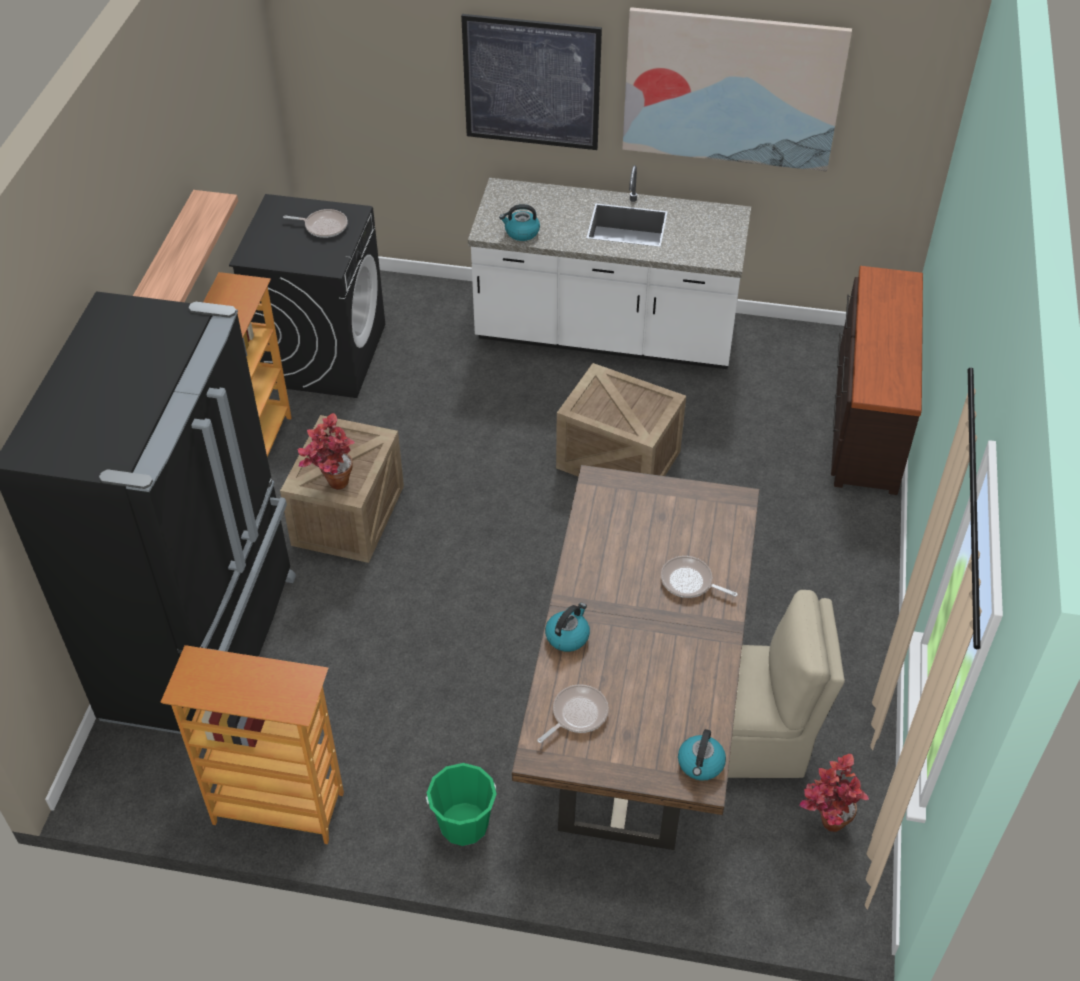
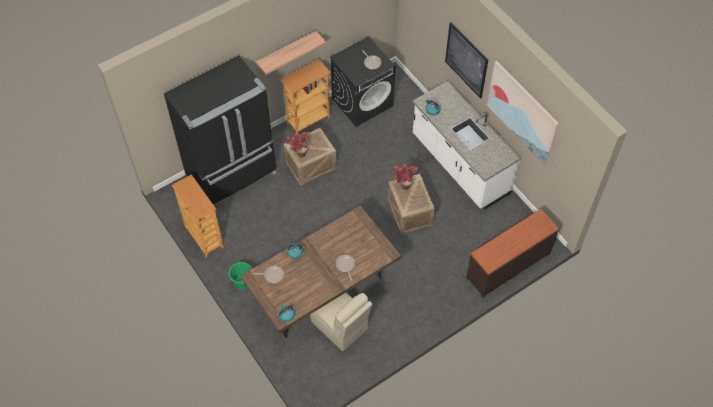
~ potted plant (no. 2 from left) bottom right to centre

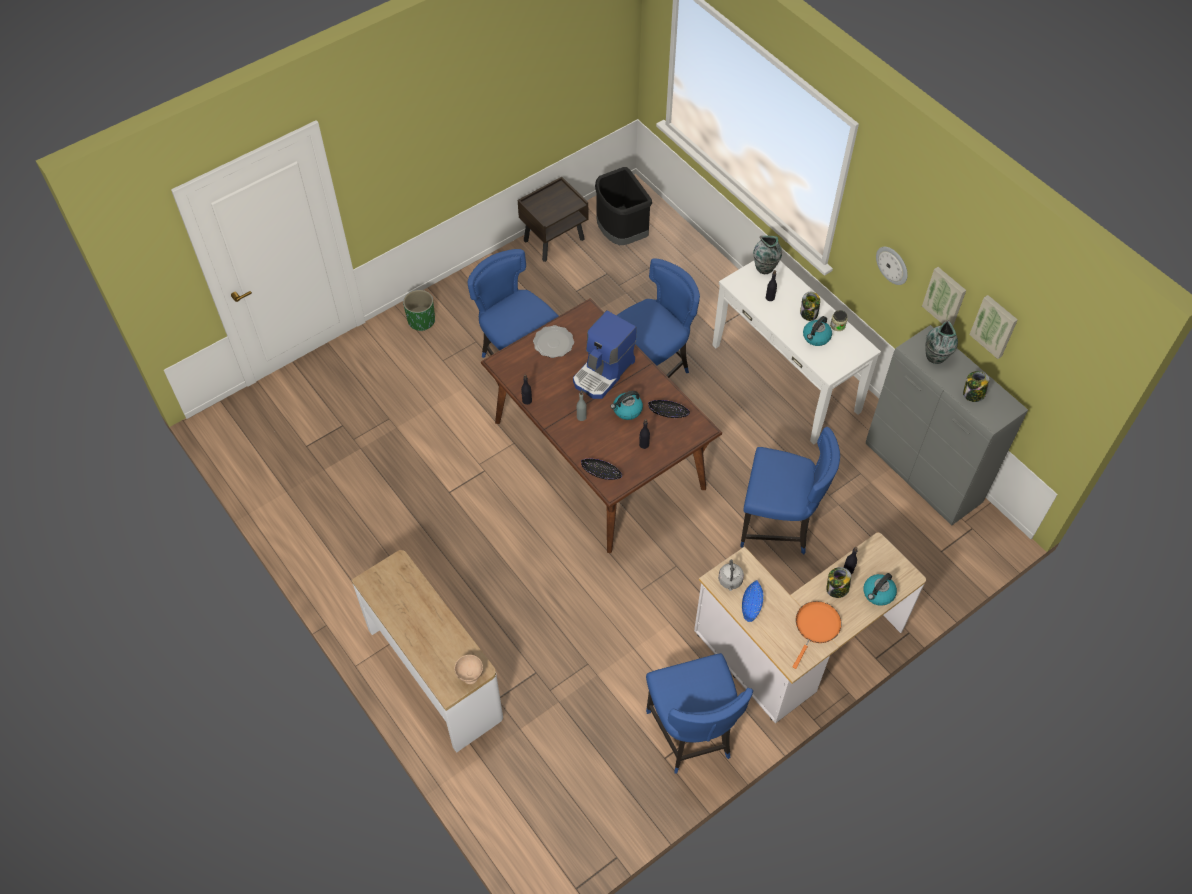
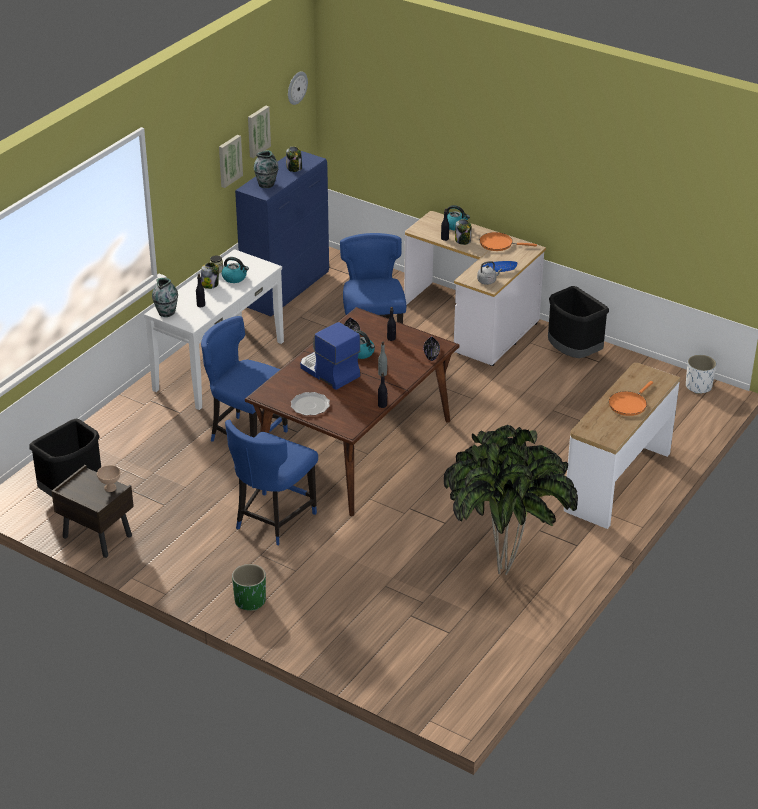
~ serving bowl (beige) bottom centre to middle left
~ coffee maker centre = centre 150 degrees counterclockwise
~ plain chair (blue) (no. 3 from left) bottom centre to trash can (blackish) (no. 2 from left) middle right
~ cabinet (grey) middle right to cabinet (blue) top centre
~ wall clock top right to top centre
+ potted plant middle right
+ frying pan (orange) (no. 2 from left) middle right
+ planter (whitish) middle right

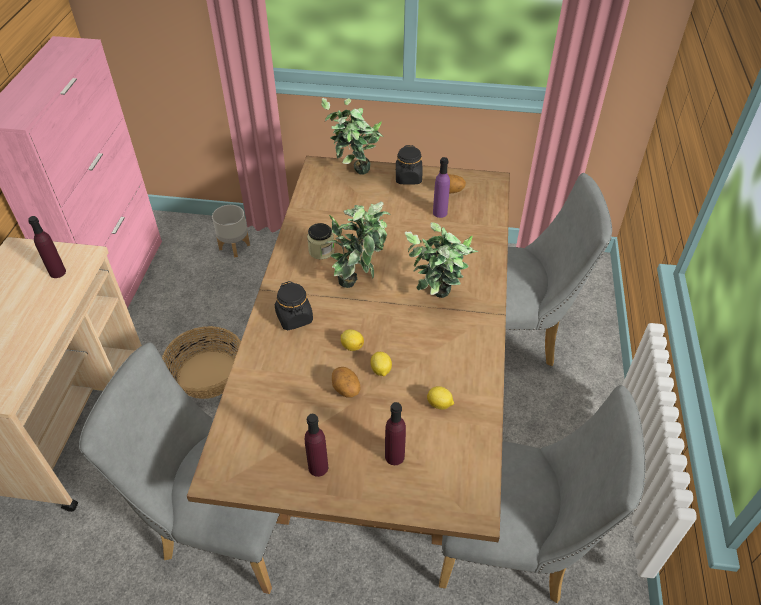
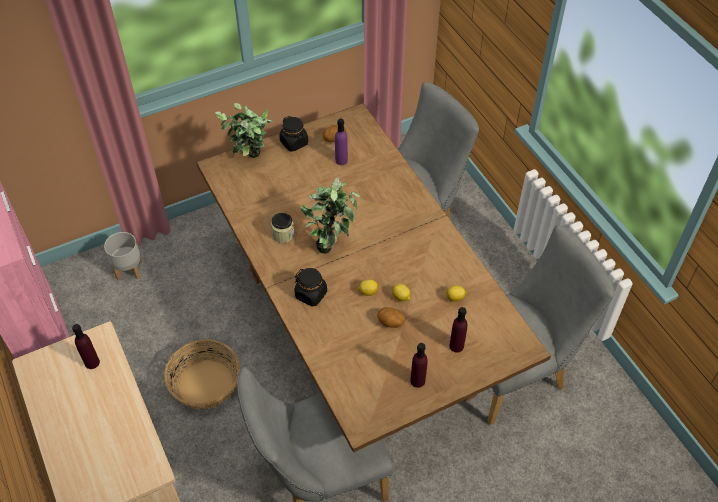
- potted plant (no. 3 from left) centre

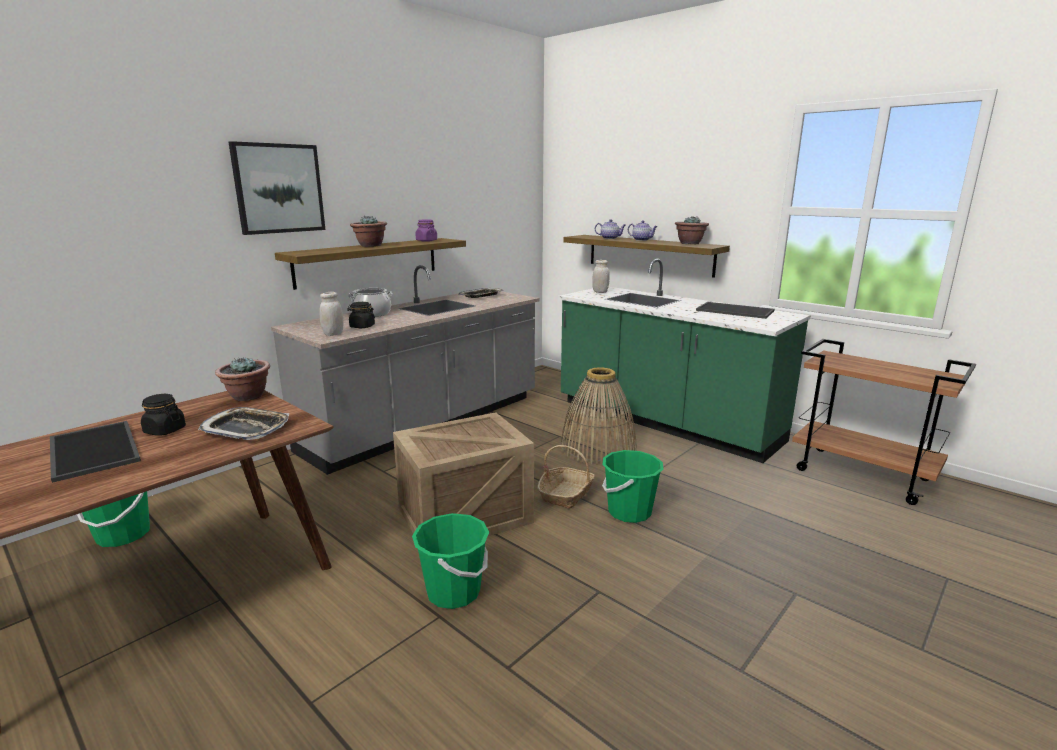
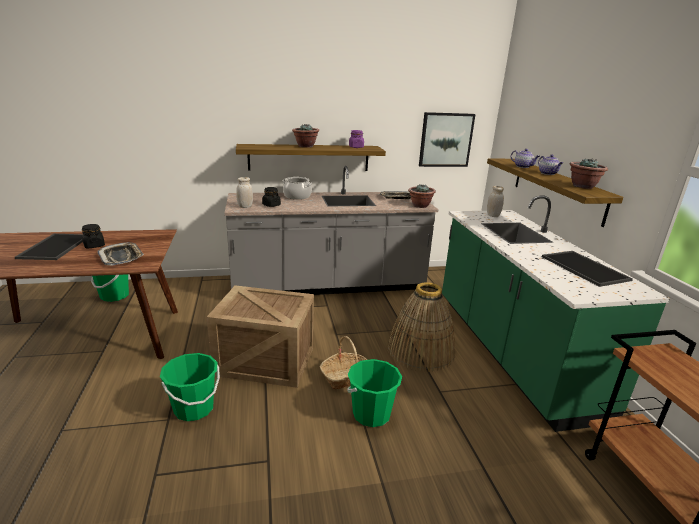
~ potted plant (no. 1 from left in the first image) middle left to potted plant (no. 2 from left) centre
~ wall art top left to top centre

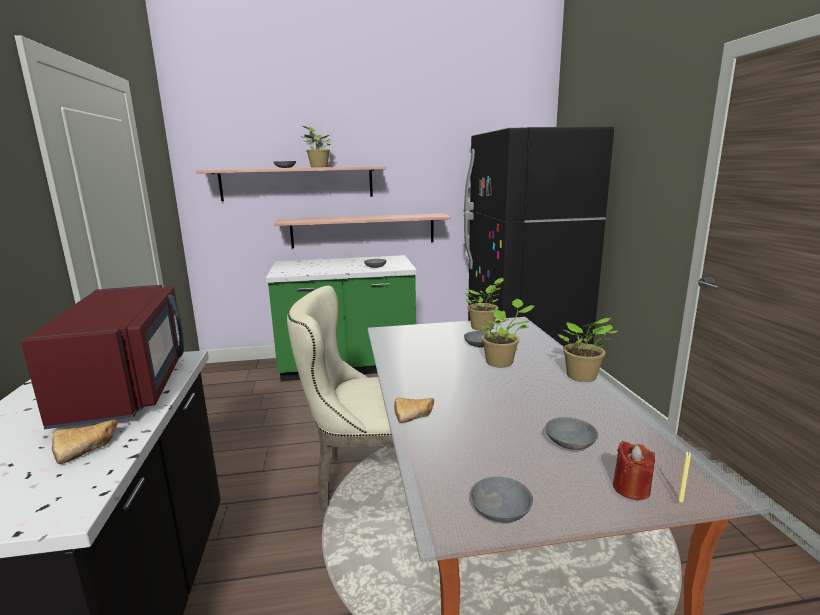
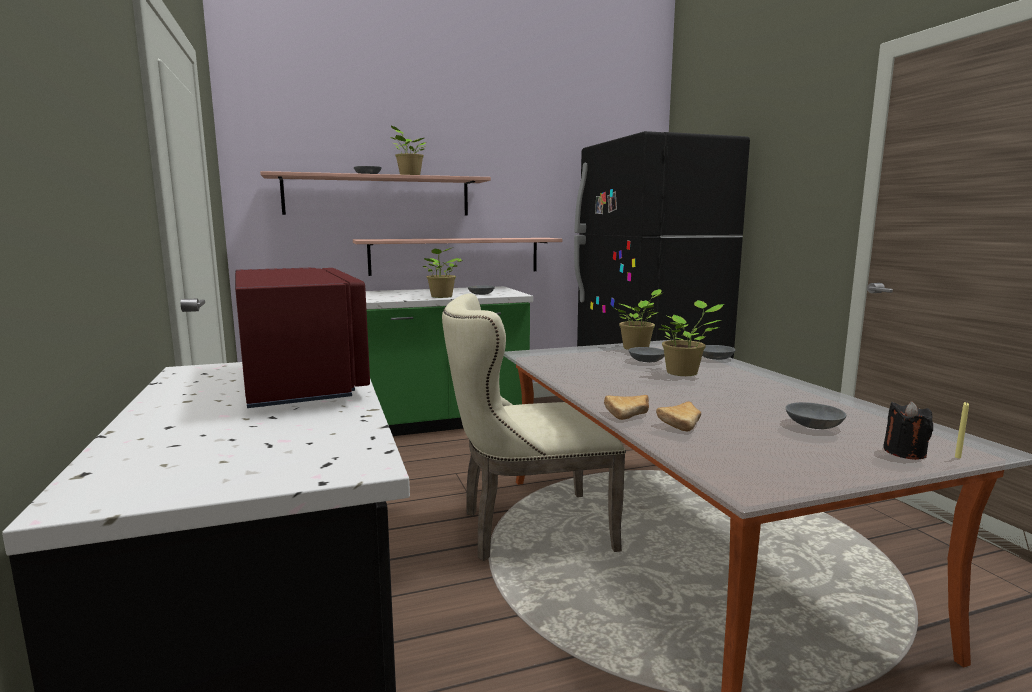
~ baked bread (no. 1 from left in the first image) bottom left to baked bread (no. 2 from left) centre
~ serving bowl (grey) (no. 4 from left) bottom centre to middle right
~ potted plant (no. 4 from left in the first image) middle right to potted plant (no. 2 from left) centre
~ wax candle (reddish) bottom right to wax candle (blackish) middle right

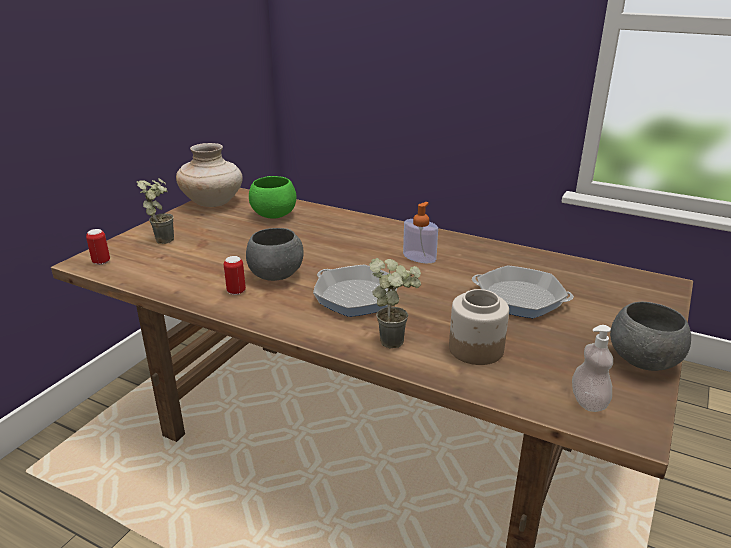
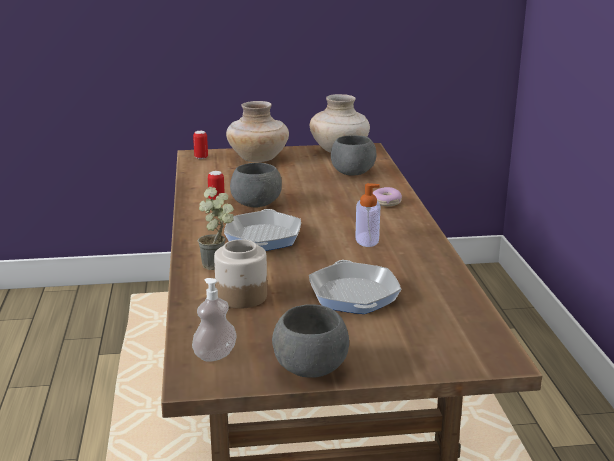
~ potted plant (no. 1 from left) middle left to vase (beige) (no. 1 from left) top centre
~ serving bowl (green-coloured) centre to serving bowl (grey) (no. 3 from left) centre
+ doughnut centre

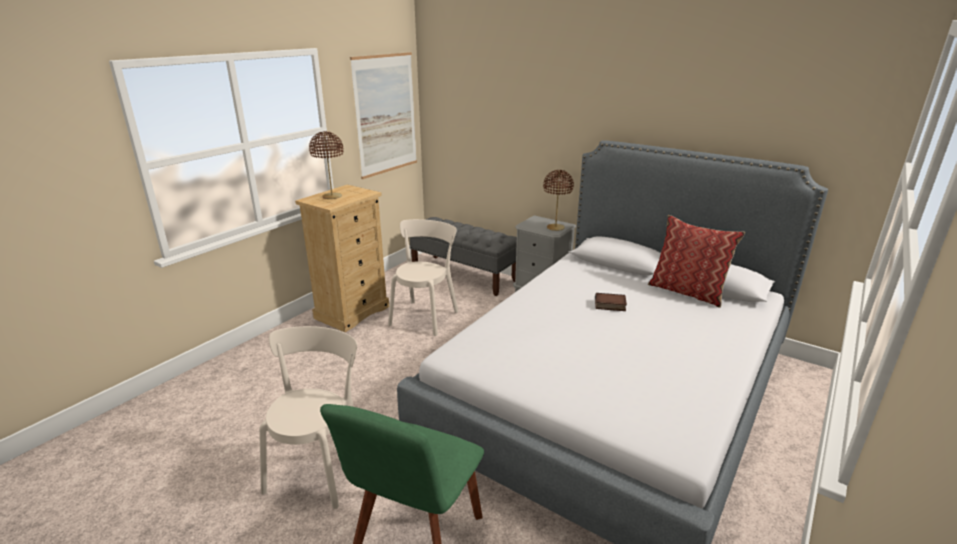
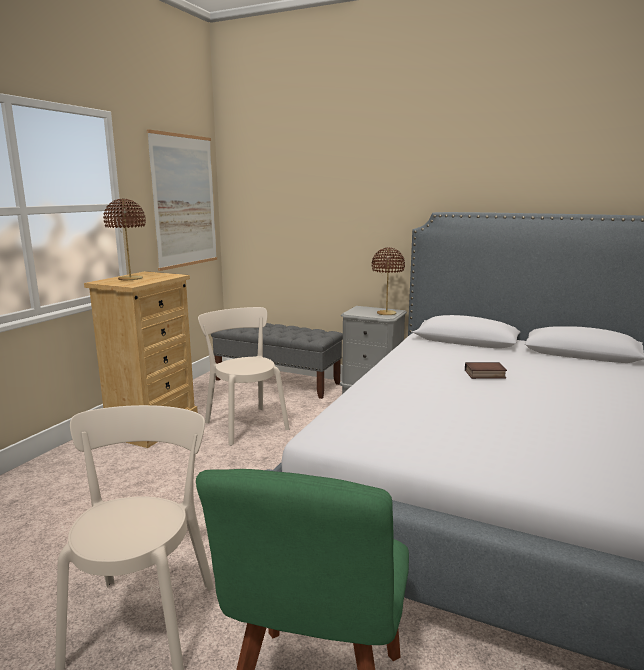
~ plain chair (beige) (no. 2 from left) centre = centre 45 degrees counterclockwise
- throw pillow middle right

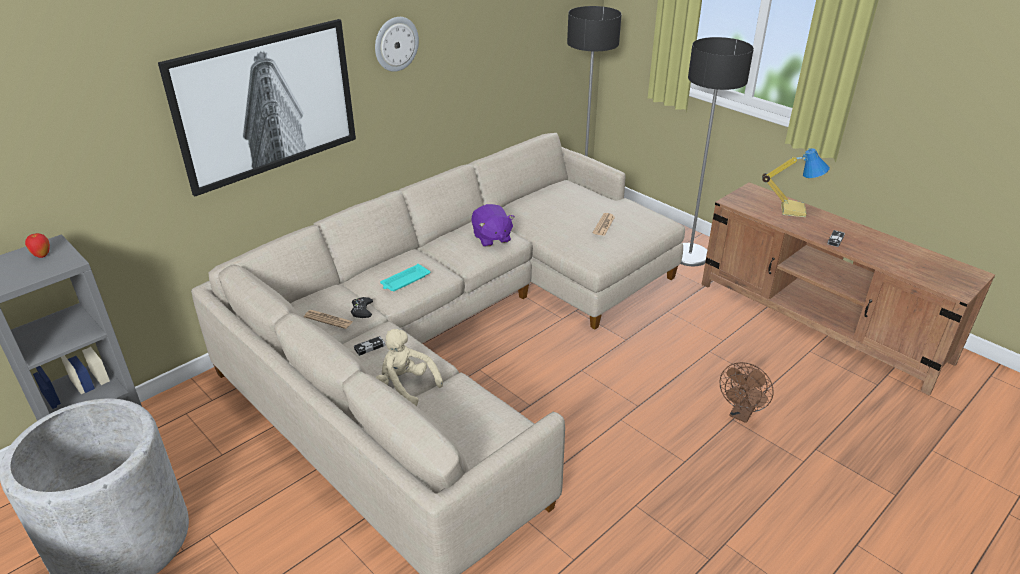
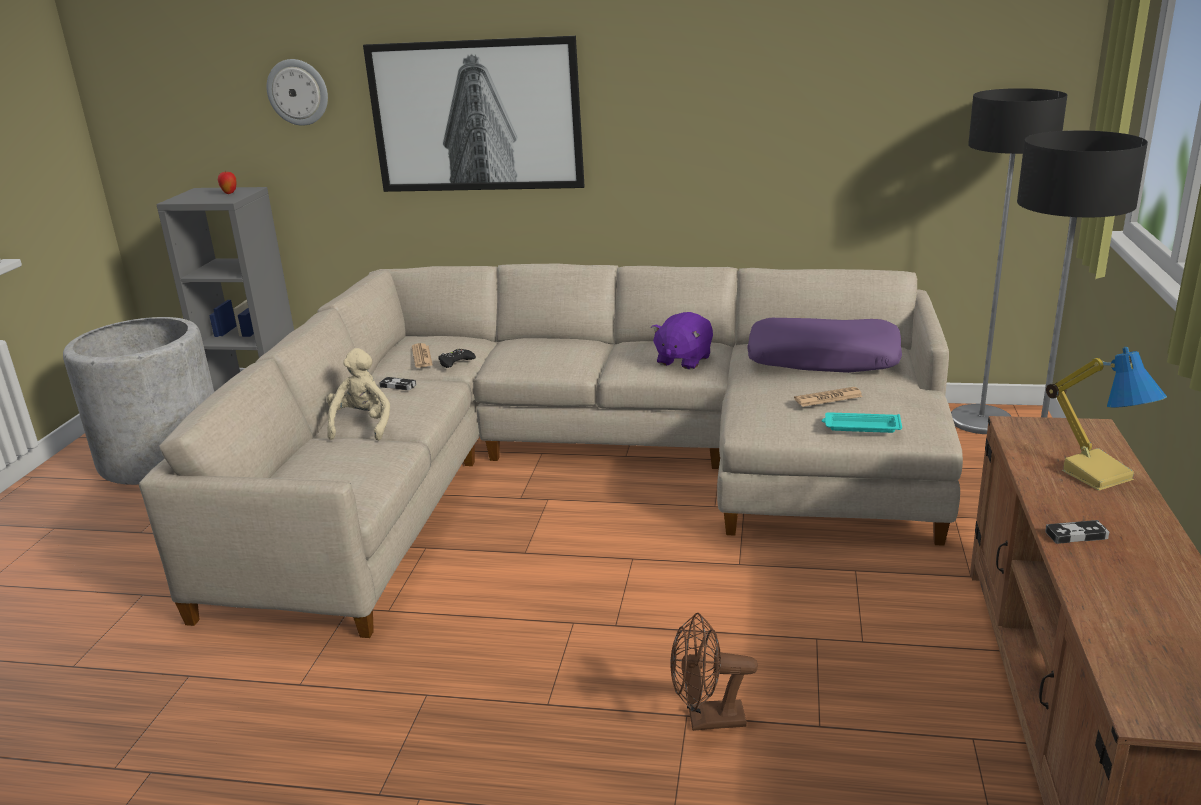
~ wall clock top centre to top left
~ serving tray (blue-green) centre to middle right
+ throw pillow (purple-coloured) middle right

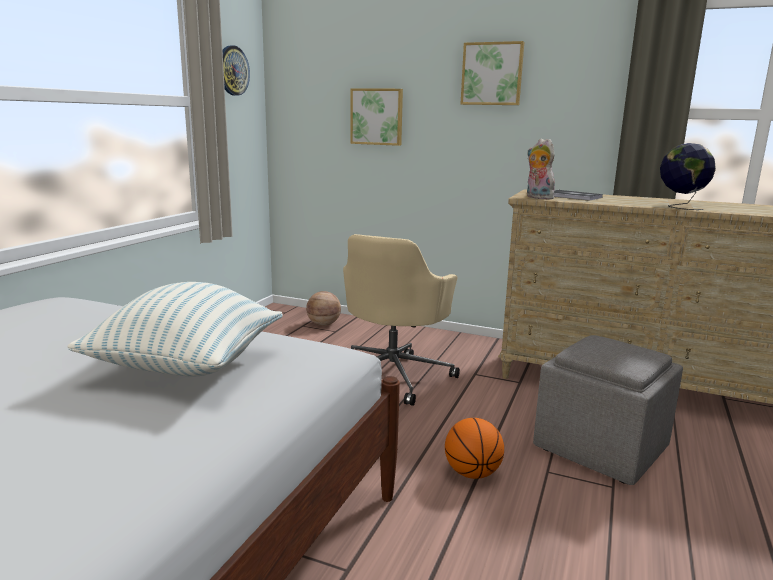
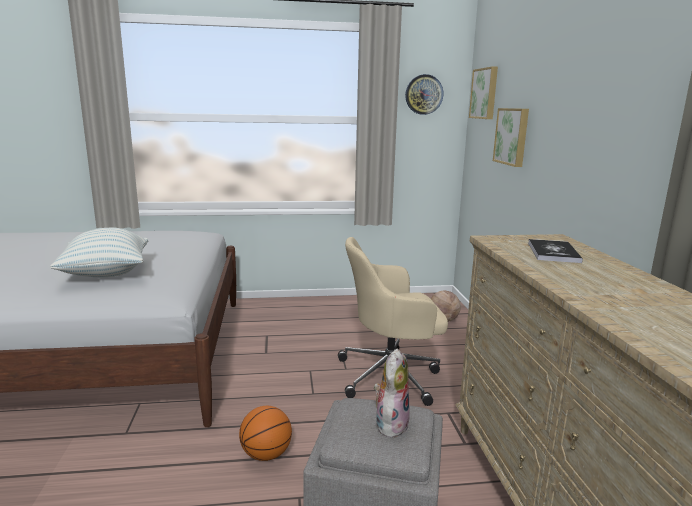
~ wall art (no. 2 from left in the first image) top centre to wall art (no. 1 from left) top right
~ cuddly toy top right to bottom centre
- desk globe top right

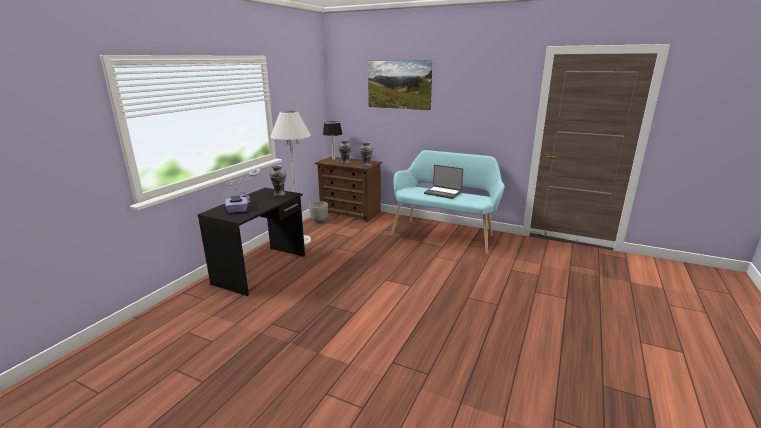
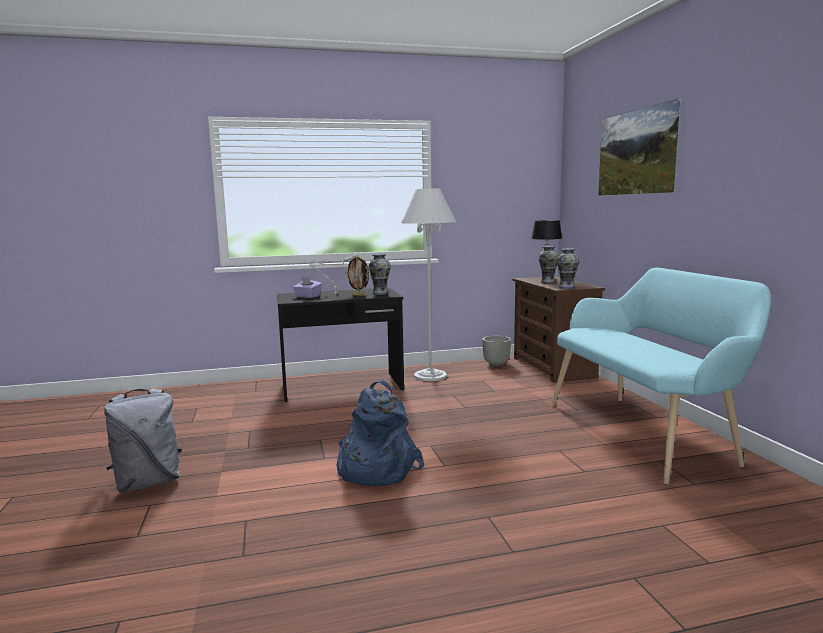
- laptop centre
+ knapsack (grey) bottom left
+ knapsack (blue) bottom centre
+ standing frame centre

